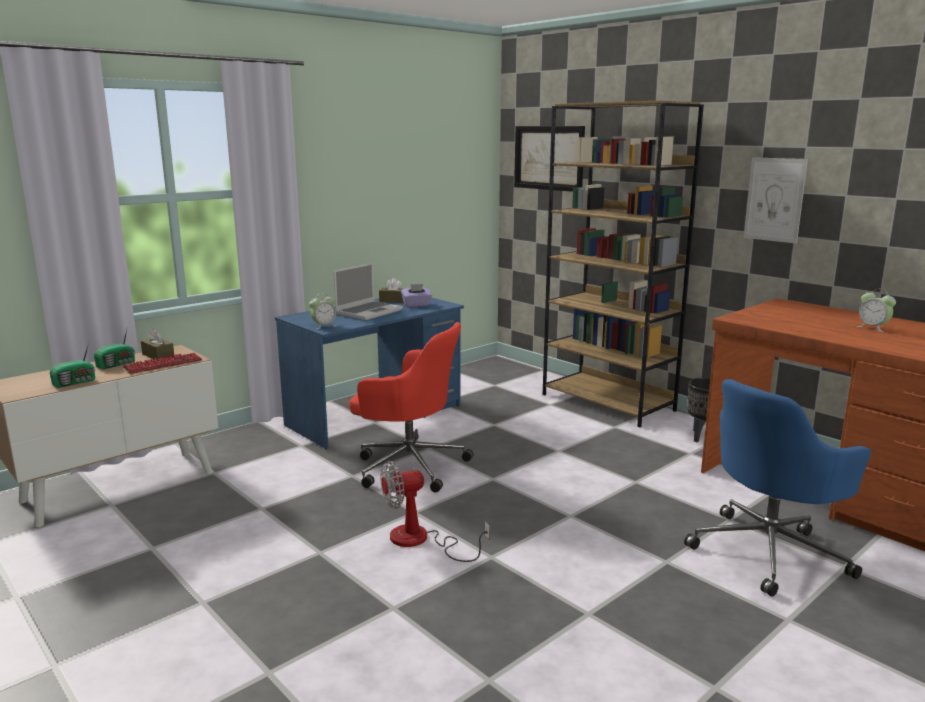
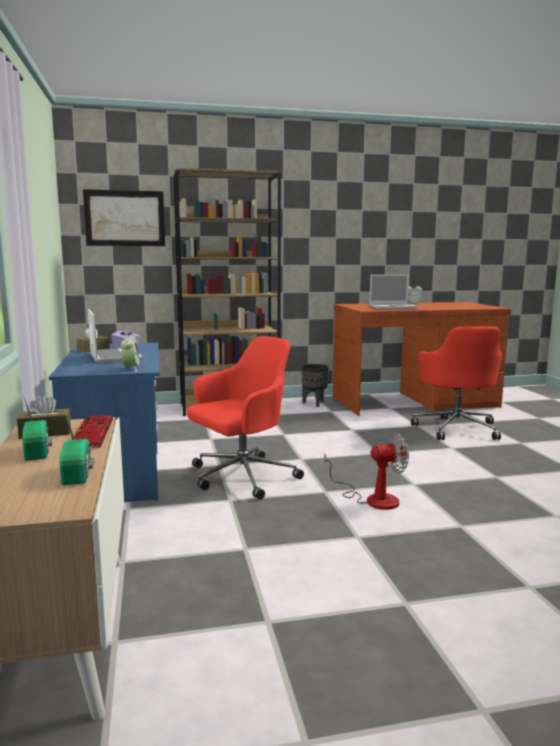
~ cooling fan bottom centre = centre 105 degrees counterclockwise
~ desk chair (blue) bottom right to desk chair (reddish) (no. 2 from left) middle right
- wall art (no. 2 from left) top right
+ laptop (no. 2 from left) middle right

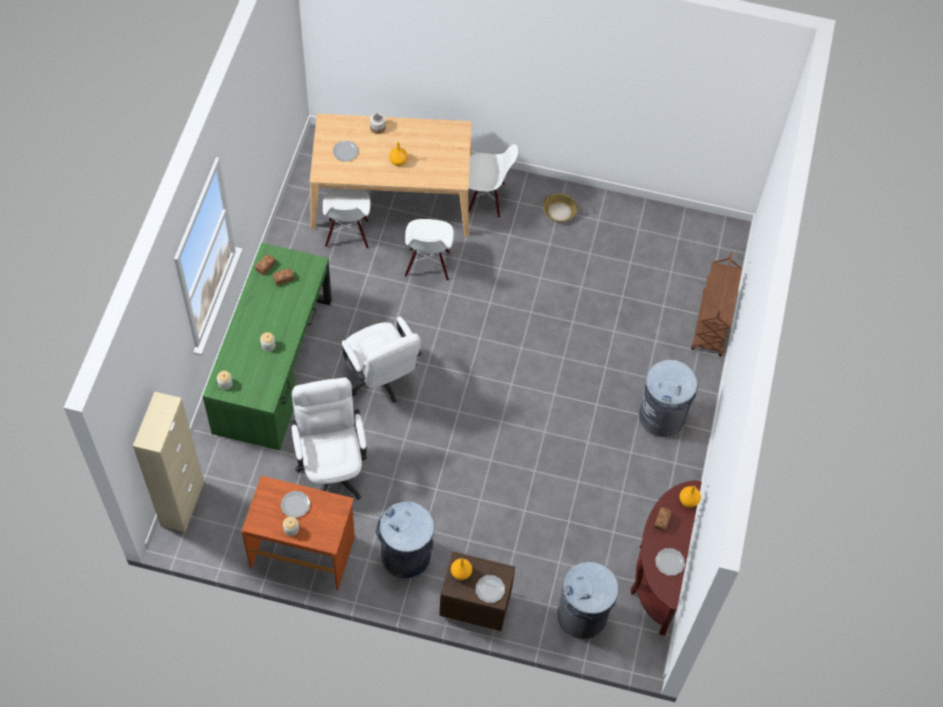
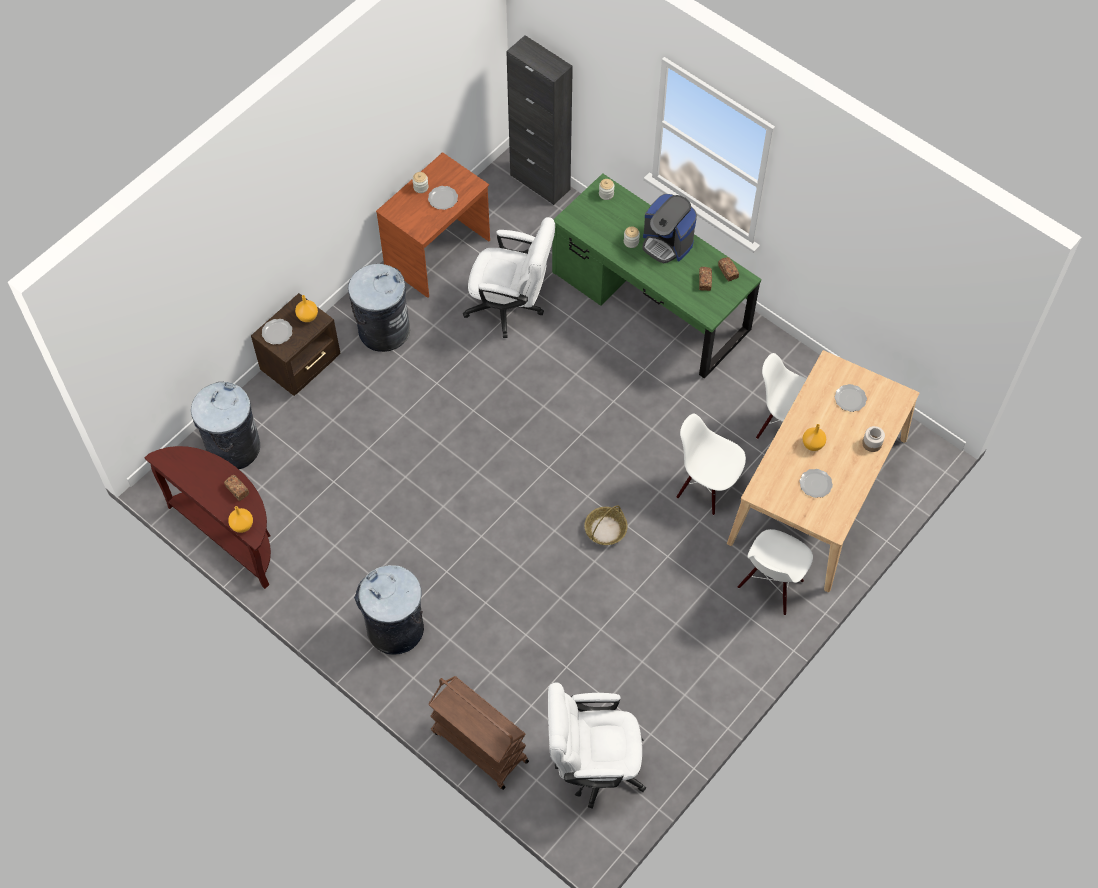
~ cabinet (beige) middle left to cabinet (blackish) top centre
~ desk chair (whitish) (no. 2 from left) centre to bottom centre
~ household basket top centre to centre
~ flat dish (no. 4 from left in the first image) bottom right to flat dish (no. 3 from left) middle right
+ coffee maker top centre

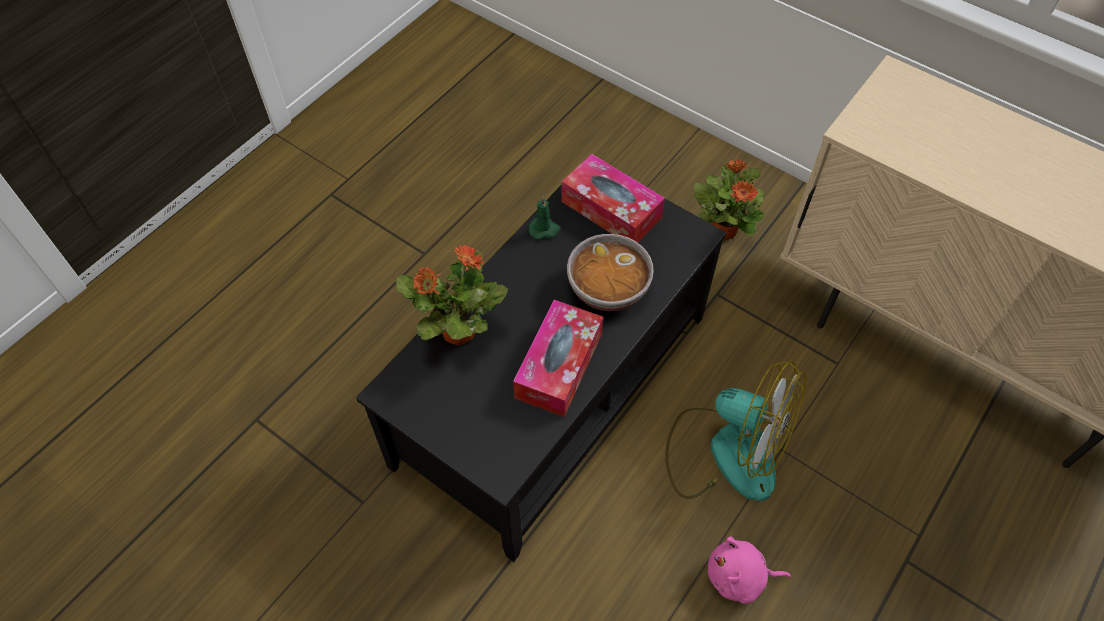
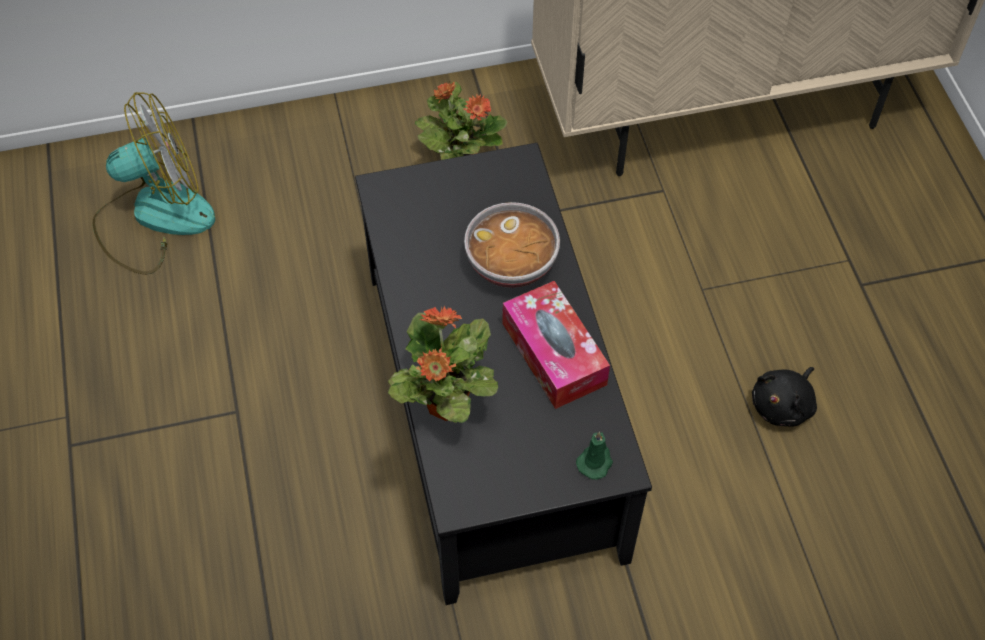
~ wax candle (green-coloured) centre to bottom centre
- tissue box (no. 2 from left) top centre
~ cooling fan bottom centre to top left
~ cuddly toy (pink-coloured) bottom right to cuddly toy (blackish) middle right

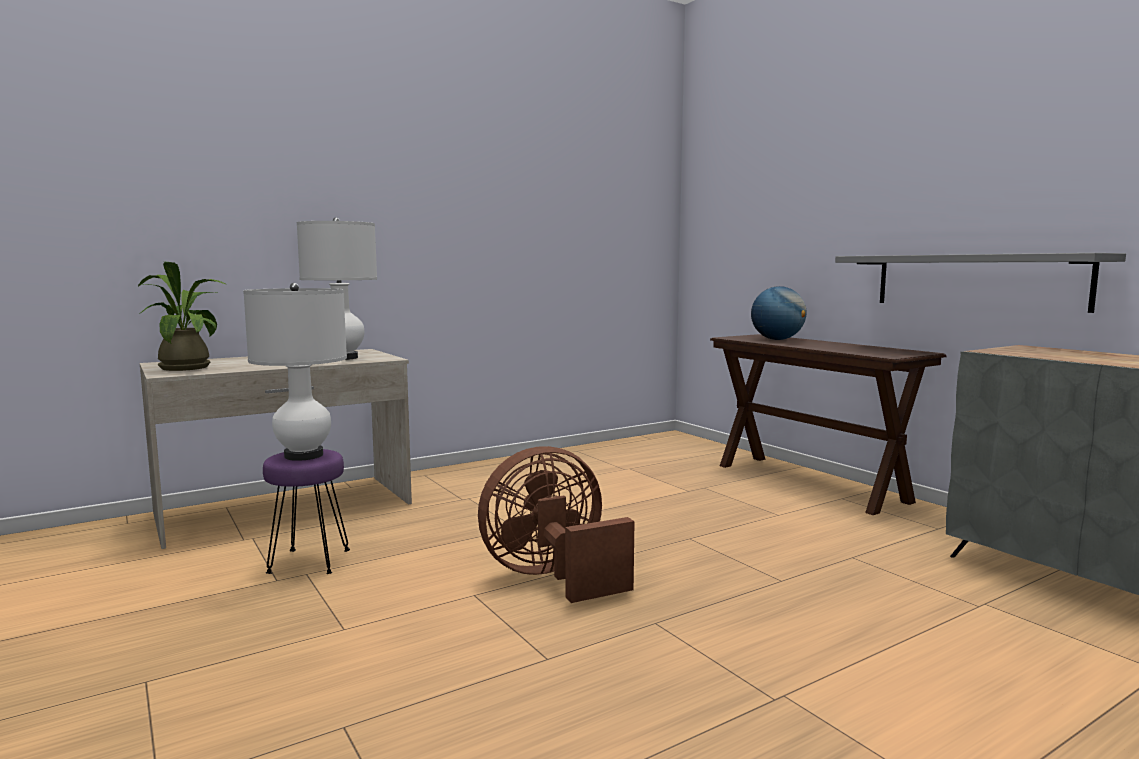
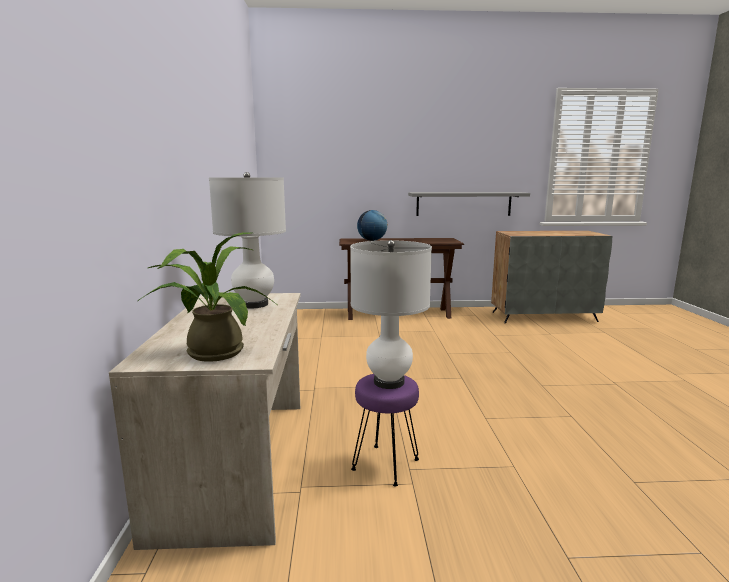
- cooling fan (brown-coloured) bottom centre

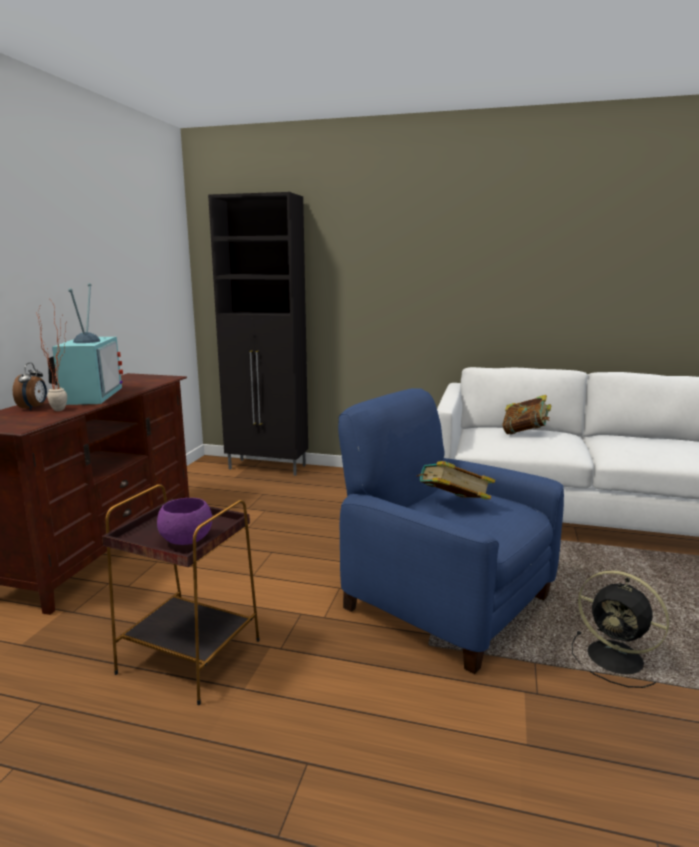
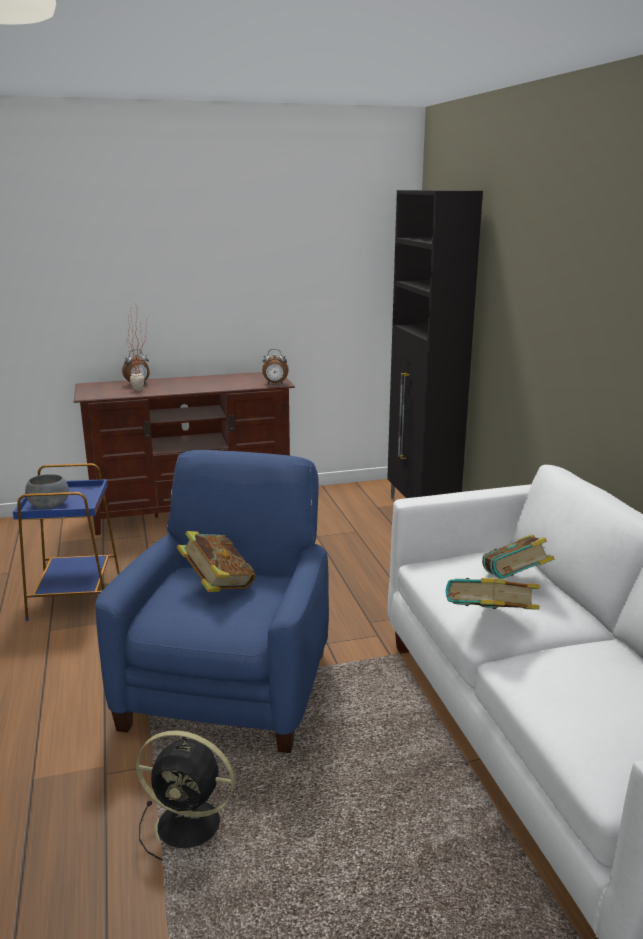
- television middle left
~ accent table (brown-coloured) bottom left to accent table (blue) middle left
~ serving bowl (purple-coloured) middle left to serving bowl (grey) middle left
~ cooling fan (blackish) bottom right = bottom left 90 degrees counterclockwise
+ table clock (no. 2 from left) centre
+ bound book (no. 2 from left) middle right

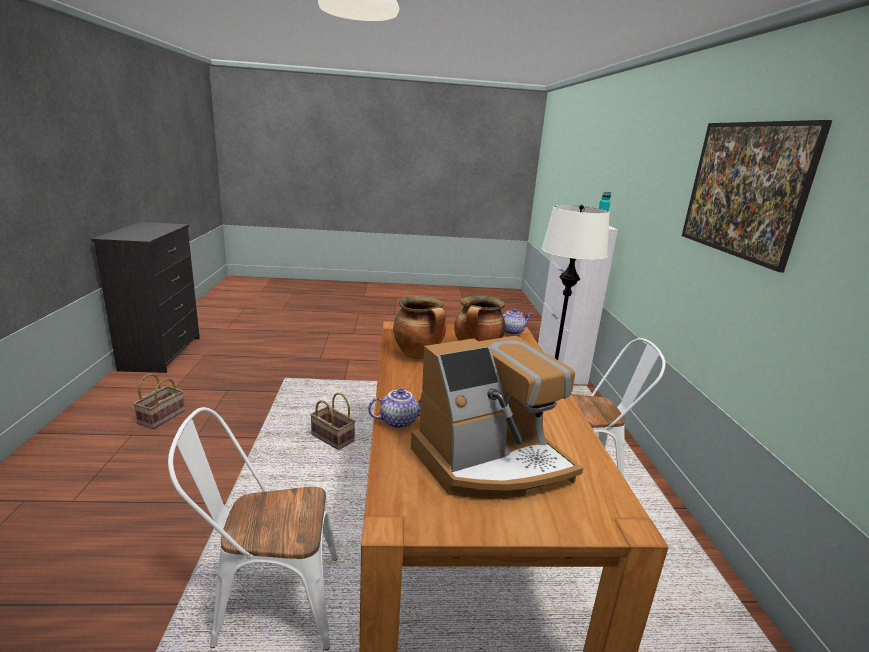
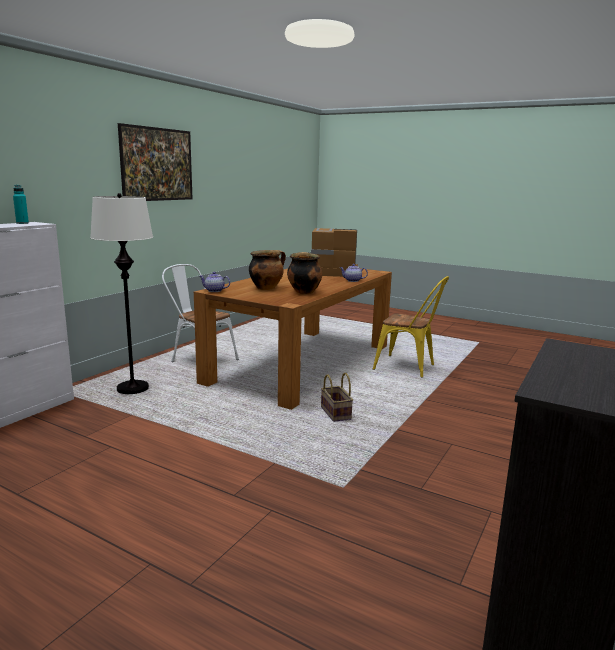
- household basket (no. 1 from left) middle left
~ plain chair (whitish) (no. 1 from left) bottom left to plain chair (yellowish) middle right

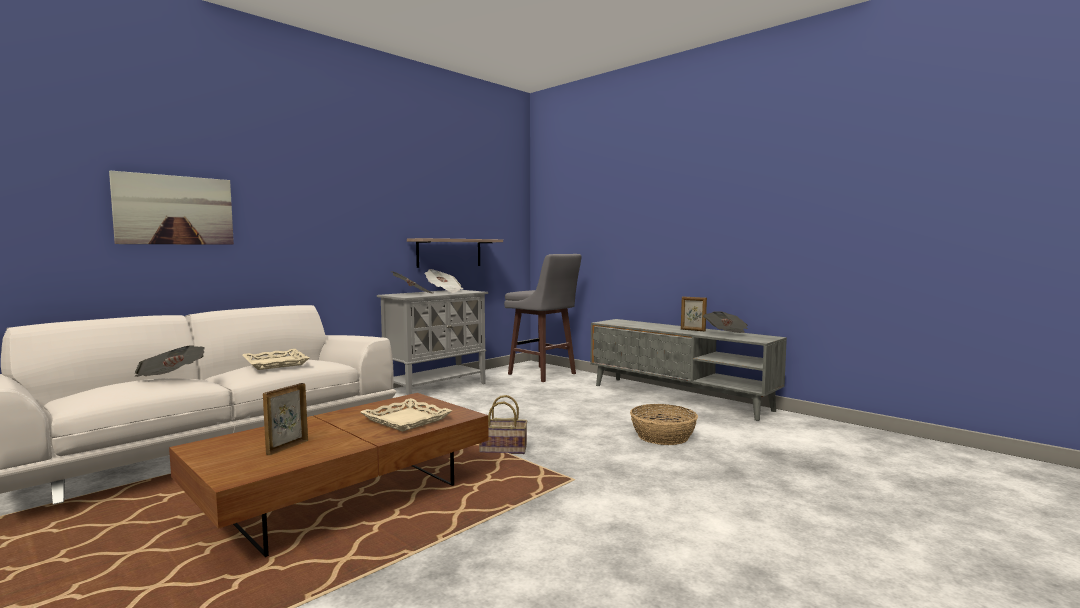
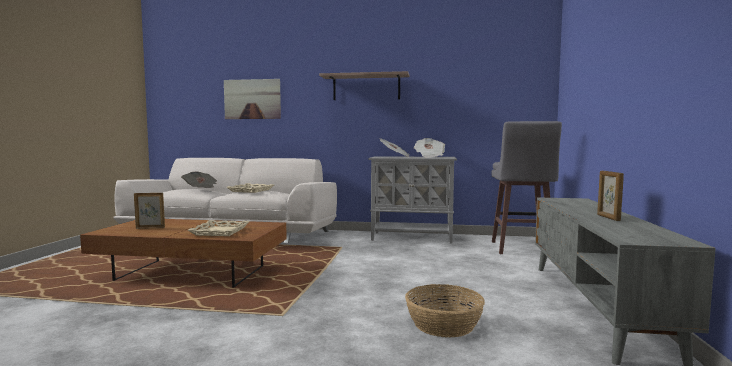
~ bracket shelf centre to top centre
- household basket (no. 1 from left) bottom centre
- daily paper (no. 4 from left) middle right

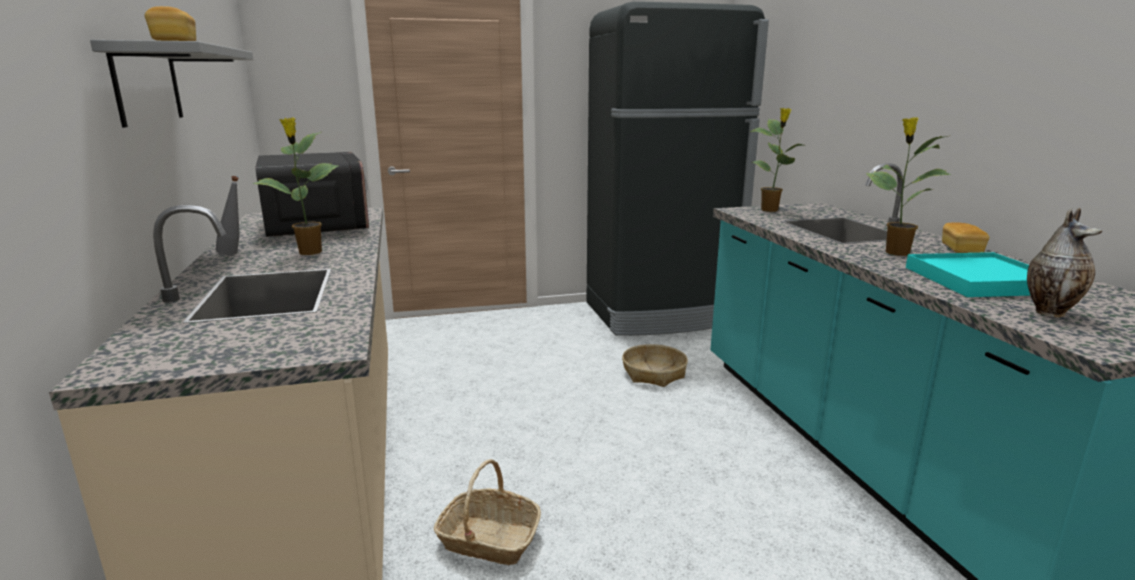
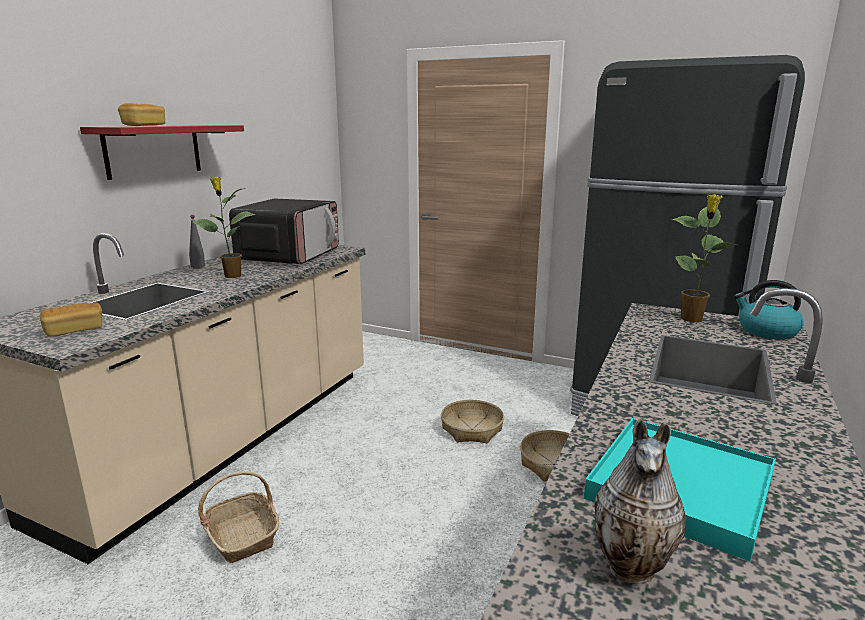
~ bracket shelf (grey) top left to bracket shelf (reddish) top left
- potted plant (no. 3 from left) top right
~ baked bread (no. 2 from left in the first image) middle right to baked bread (no. 1 from left) middle left
+ household basket (no. 2 from left) bottom centre
+ tea kettle middle right

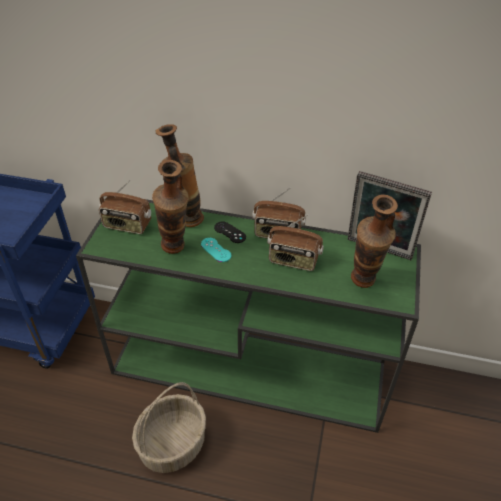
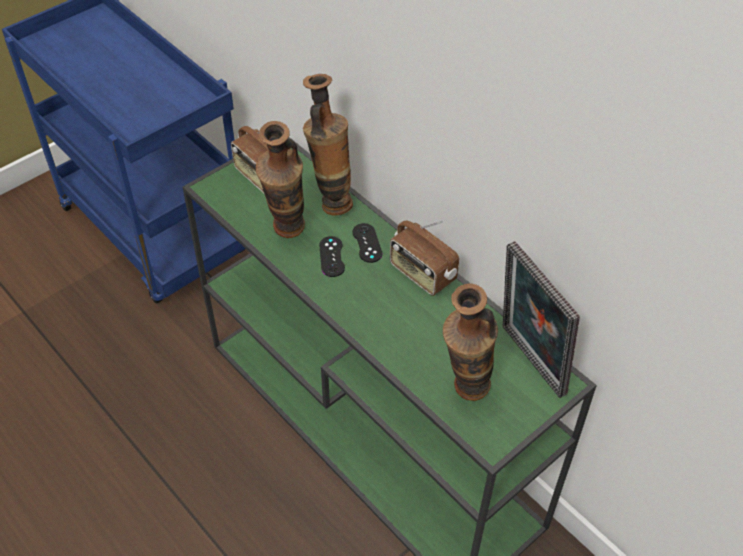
- household basket bottom centre
~ game controller (blue-green) centre to game controller (blackish) (no. 1 from left) centre
- radio (no. 3 from left) centre

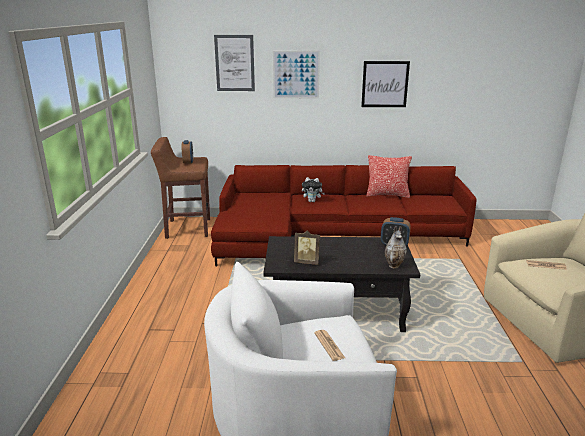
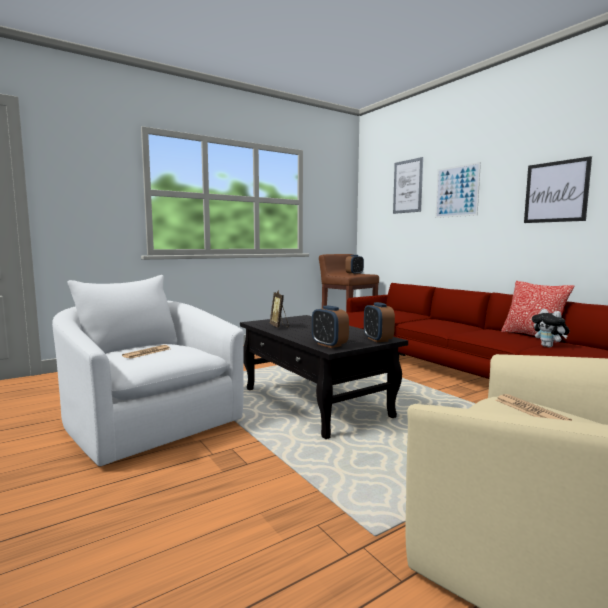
~ cuddly toy centre to middle right
~ vase middle right to table clock (no. 1 from left) centre

